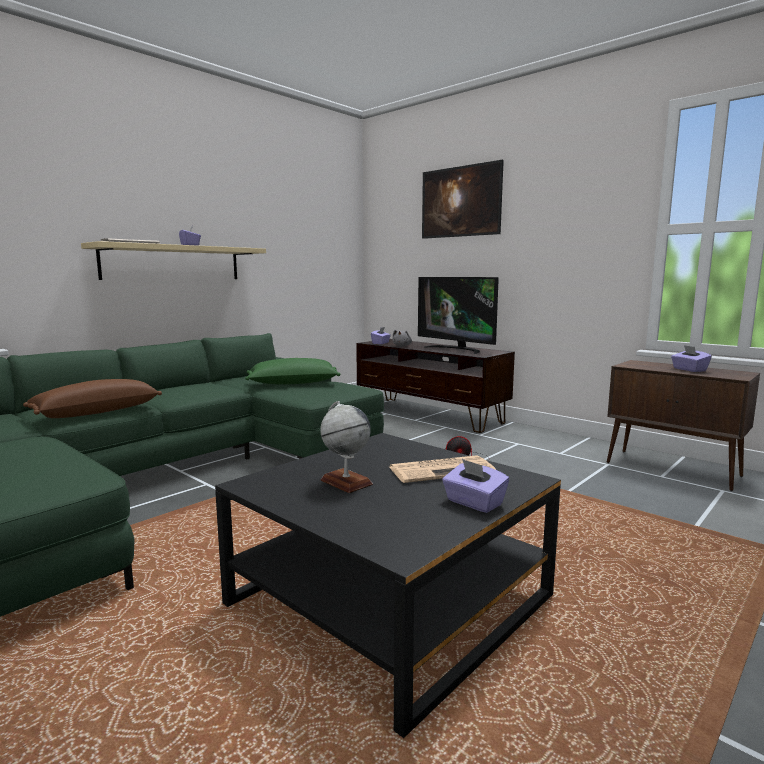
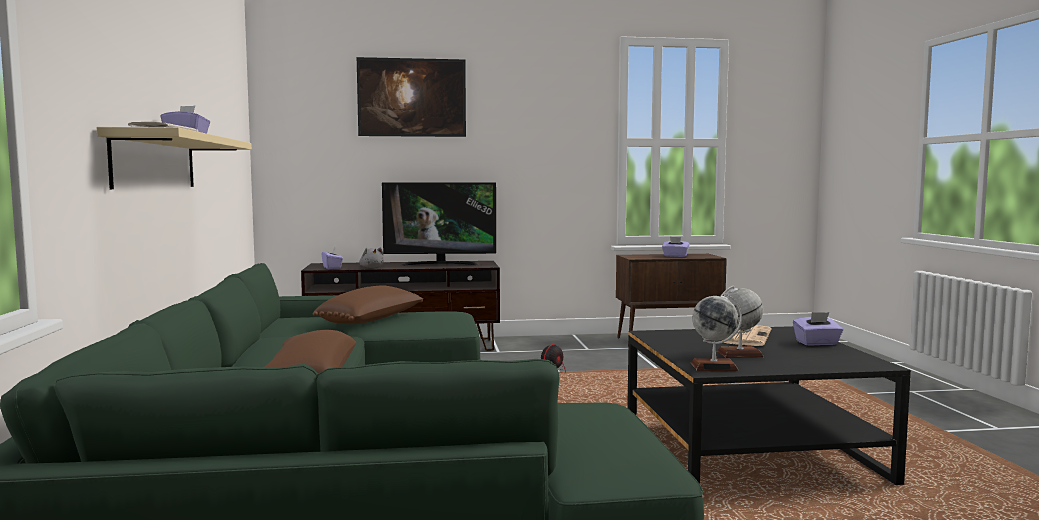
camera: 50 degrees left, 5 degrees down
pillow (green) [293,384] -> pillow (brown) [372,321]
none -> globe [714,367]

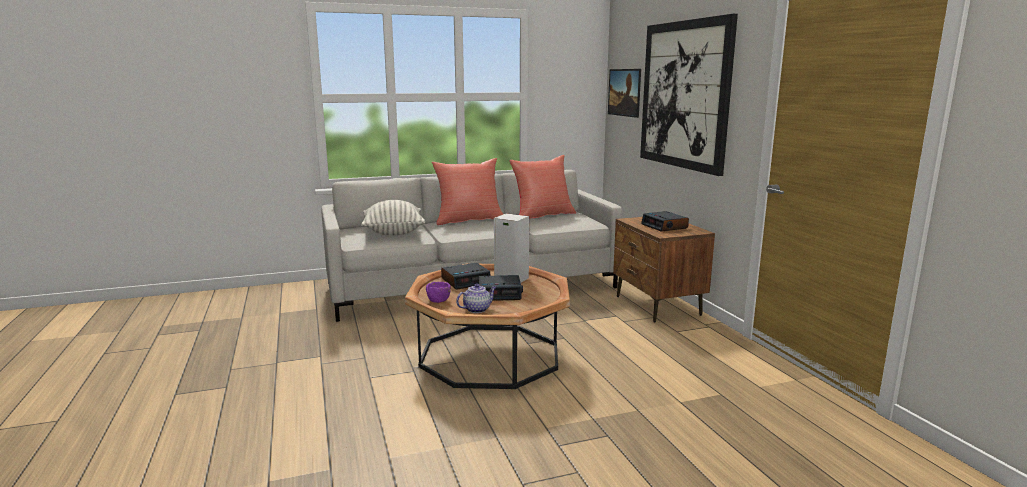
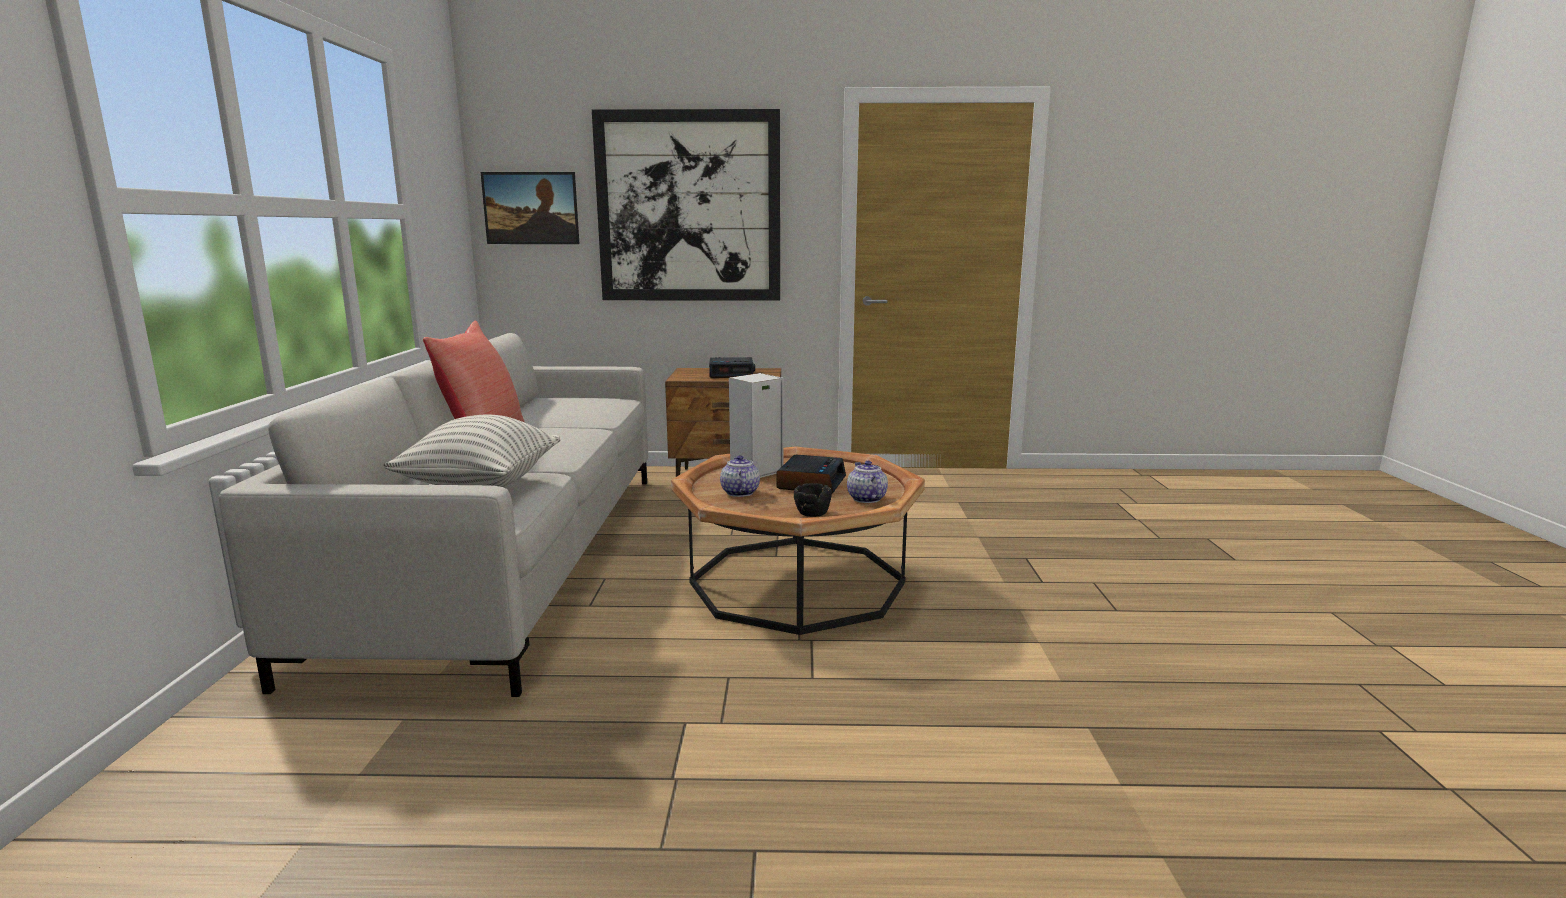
camera: 70 degrees left, 0 degrees up
bowl (purple) [438,300] -> bowl (black) [812,513]
alarm clock [466,281] -> teapot [739,492]
pillow (red) [542,215] -> none

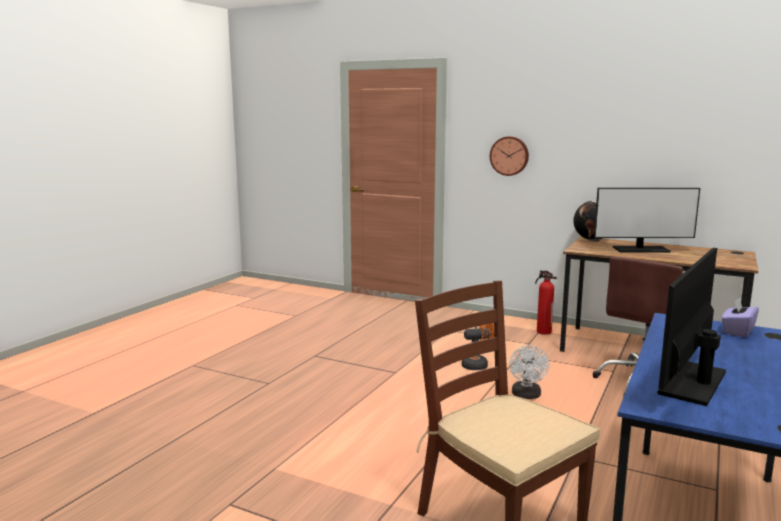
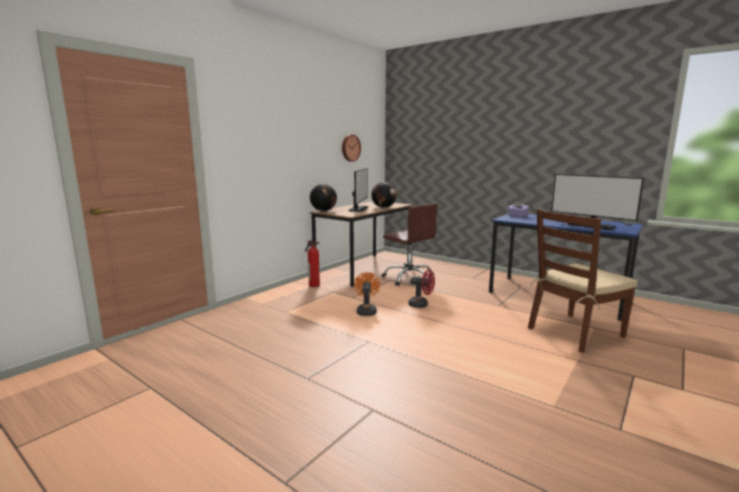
camera: 80 degrees left, 0 degrees up
wall clock [509,156] -> wall clock [350,148], moved
fan (white) [526,396] -> fan (red) [421,305]
none -> globe [384,207]

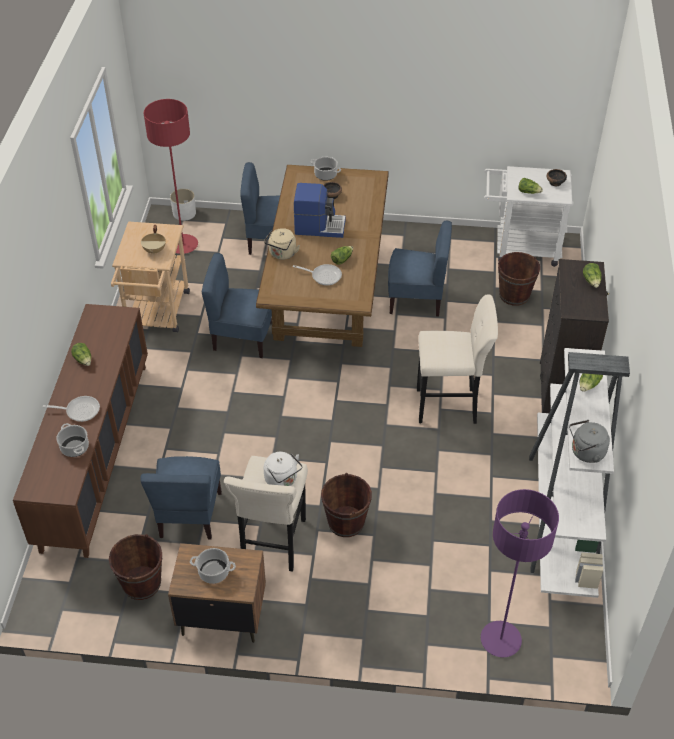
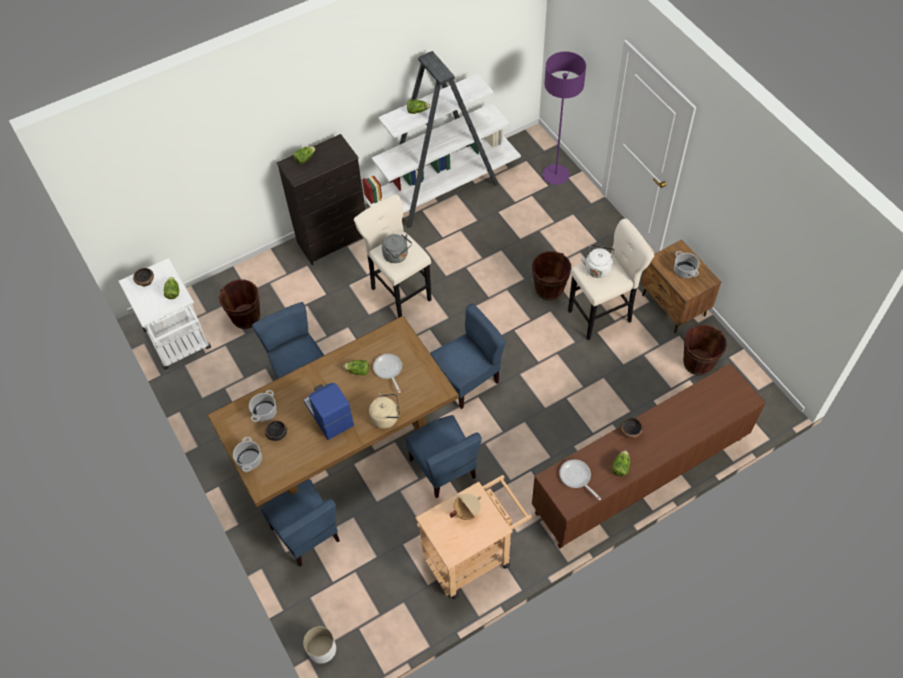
camera: 125 degrees left, 10 degrees up
frying pan [80,410] -> frying pan [576,478], moved
cooking pot [75,447] -> cooking pot [264,411], moved
chair (blue) [189,515] -> chair (blue) [467,379], moved
floor lamp (red) [183,245] -> none
kettle (grey) [585,453] -> kettle (grey) [397,256], moved
none -> bowl [630,431]

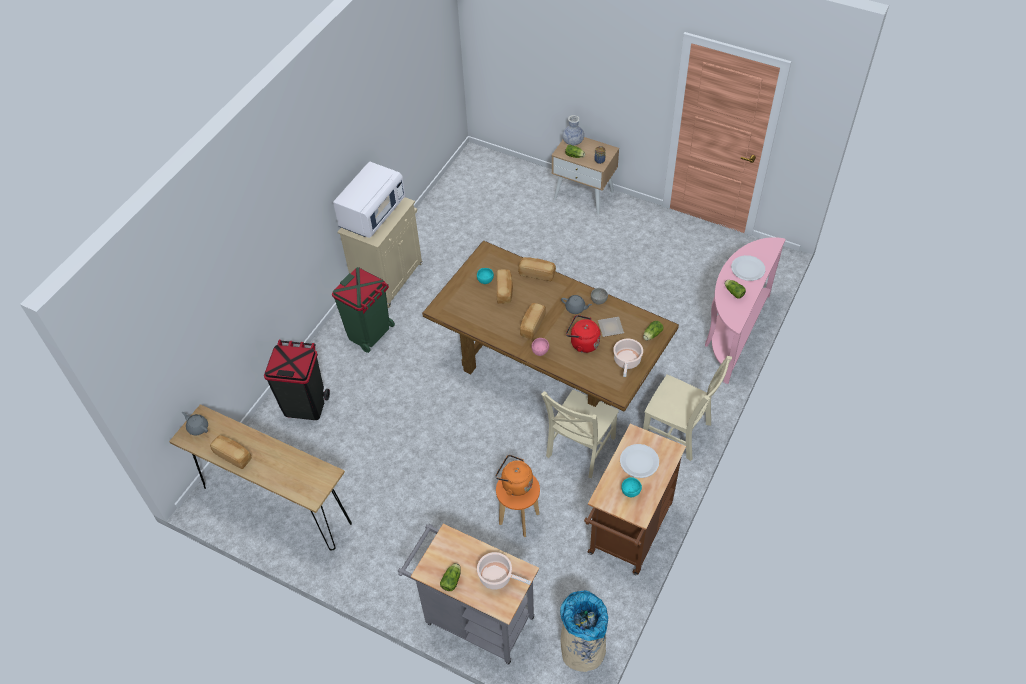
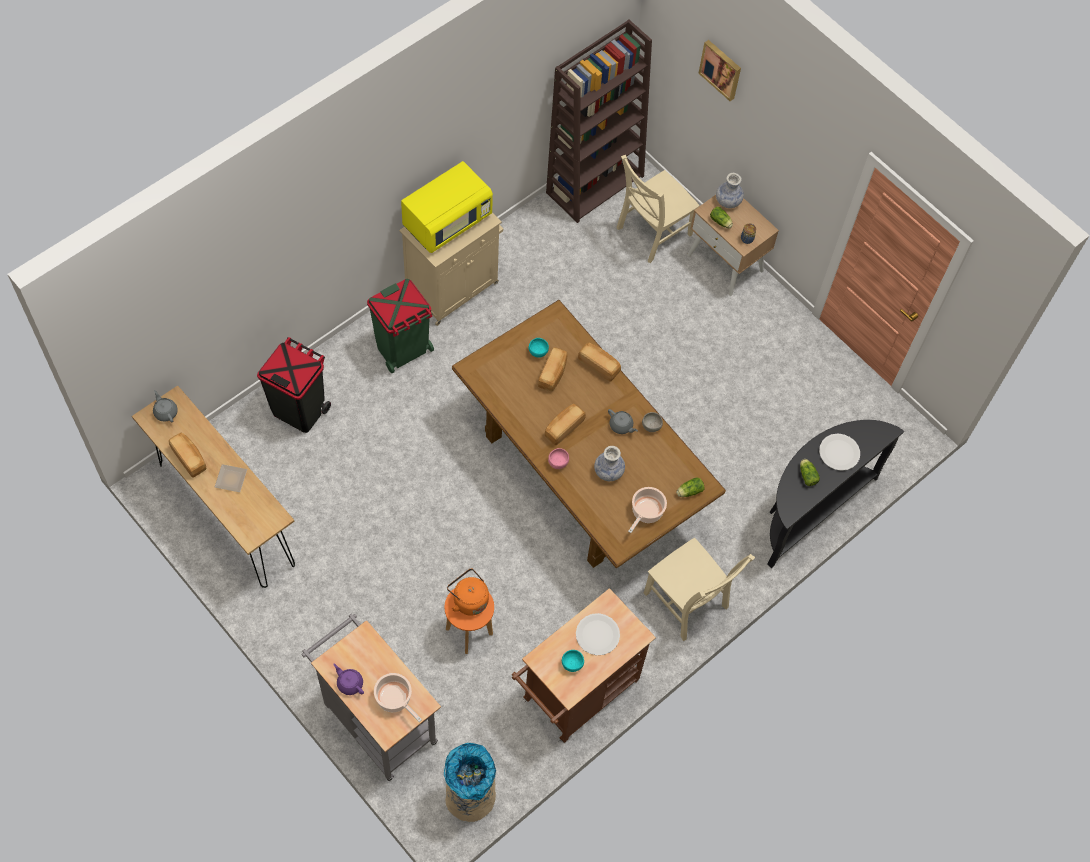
camera: 15 degrees right, 10 degrees up
microwave (white) [372,214] -> microwave (yellow) [447,221]
lettuce [452,579] -> teapot (purple) [349,683]
chair (beige) [579,449] -> chair (beige) [651,233], moved
kettle (red) [582,343] -> vase [608,471]
plate [611,328] -> plate [231,480], moved
console table (pink) [733,333] -> console table (black) [810,508]
none -> bookcase (brown) [595,183]
none -> picture [721,69]

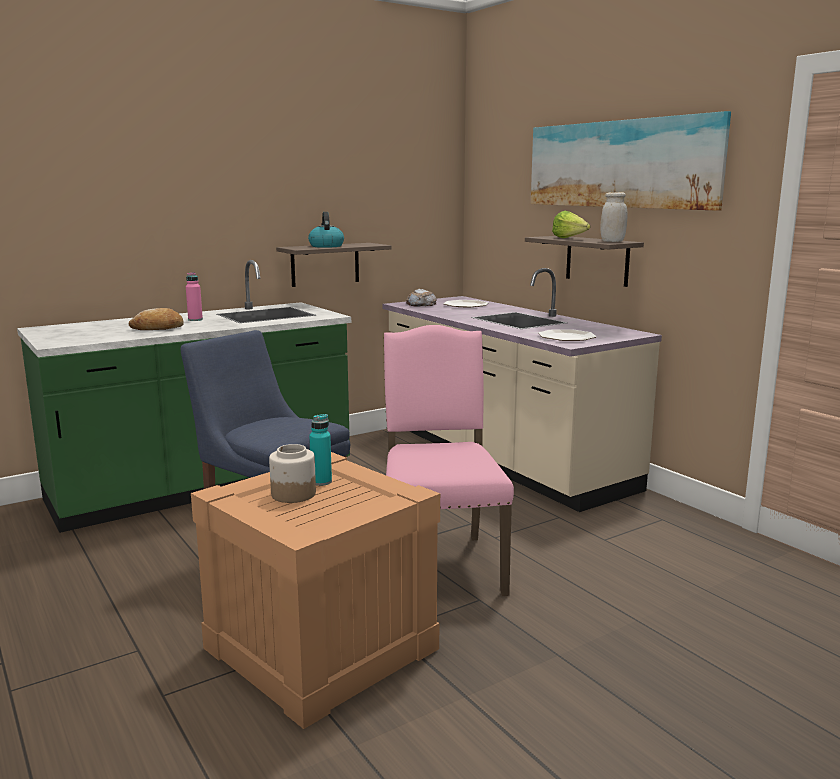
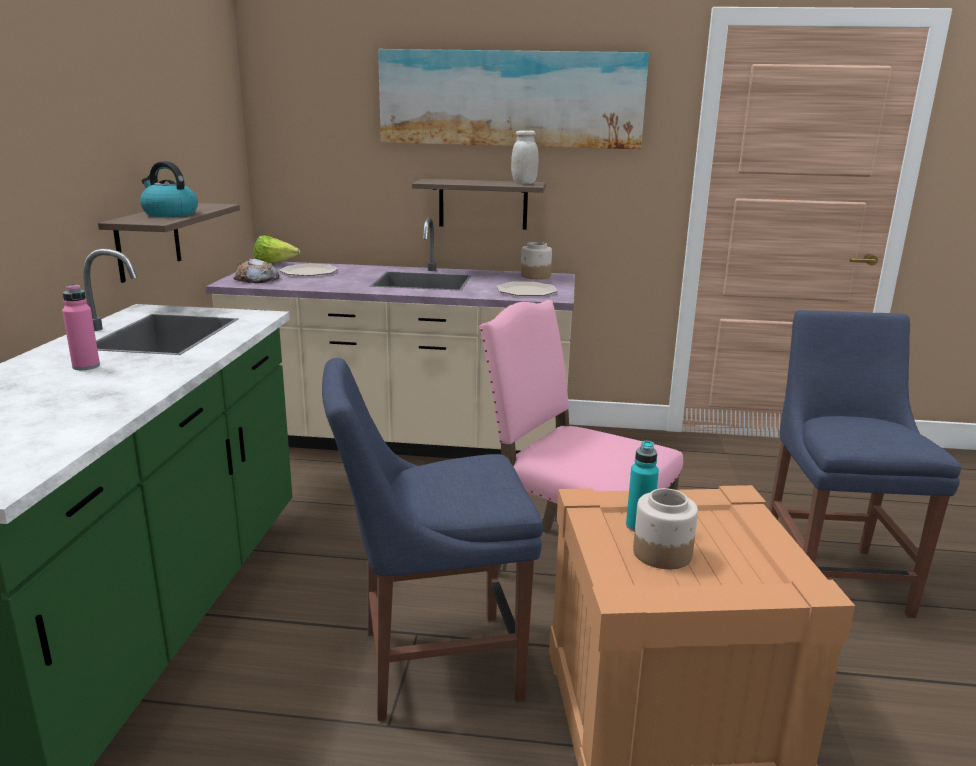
camera: 50 degrees left, 5 degrees up
bread [158,328] -> none
lettuce [570,239] -> lettuce [275,264], moved
none -> jar [535,276]
none -> chair (blue) [831,574]

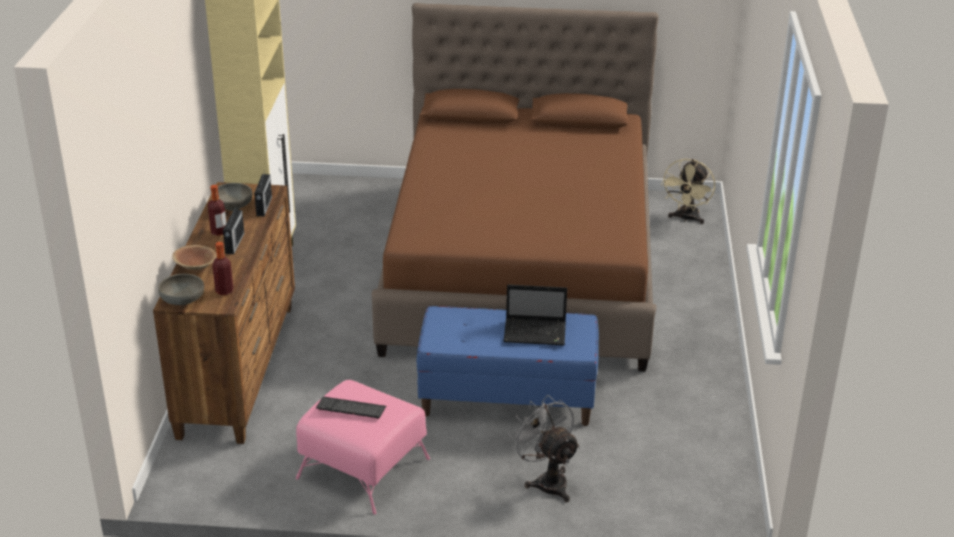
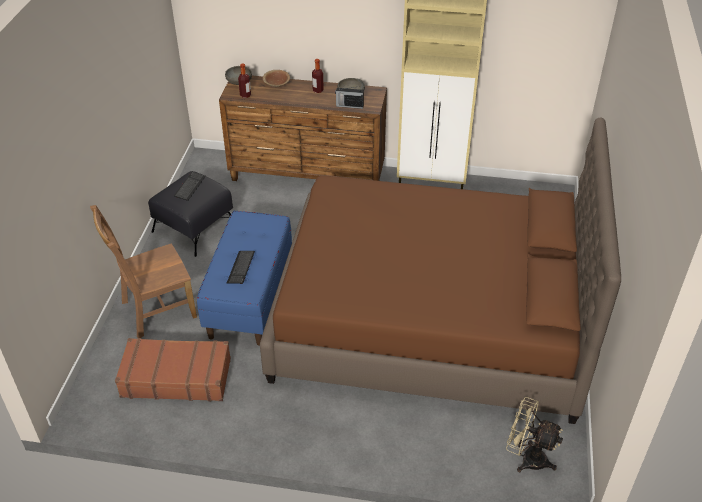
camera: 95 degrees right, 10 degrees up
radio [234,243] -> none
ottoman (pink) [363,467] -> ottoman (black) [195,227]
laptop [536,333] -> keyboard [241,268]
fan (grey) [547,481] -> chair (brown) [155,310]
none -> suitcase (brown) [176,377]

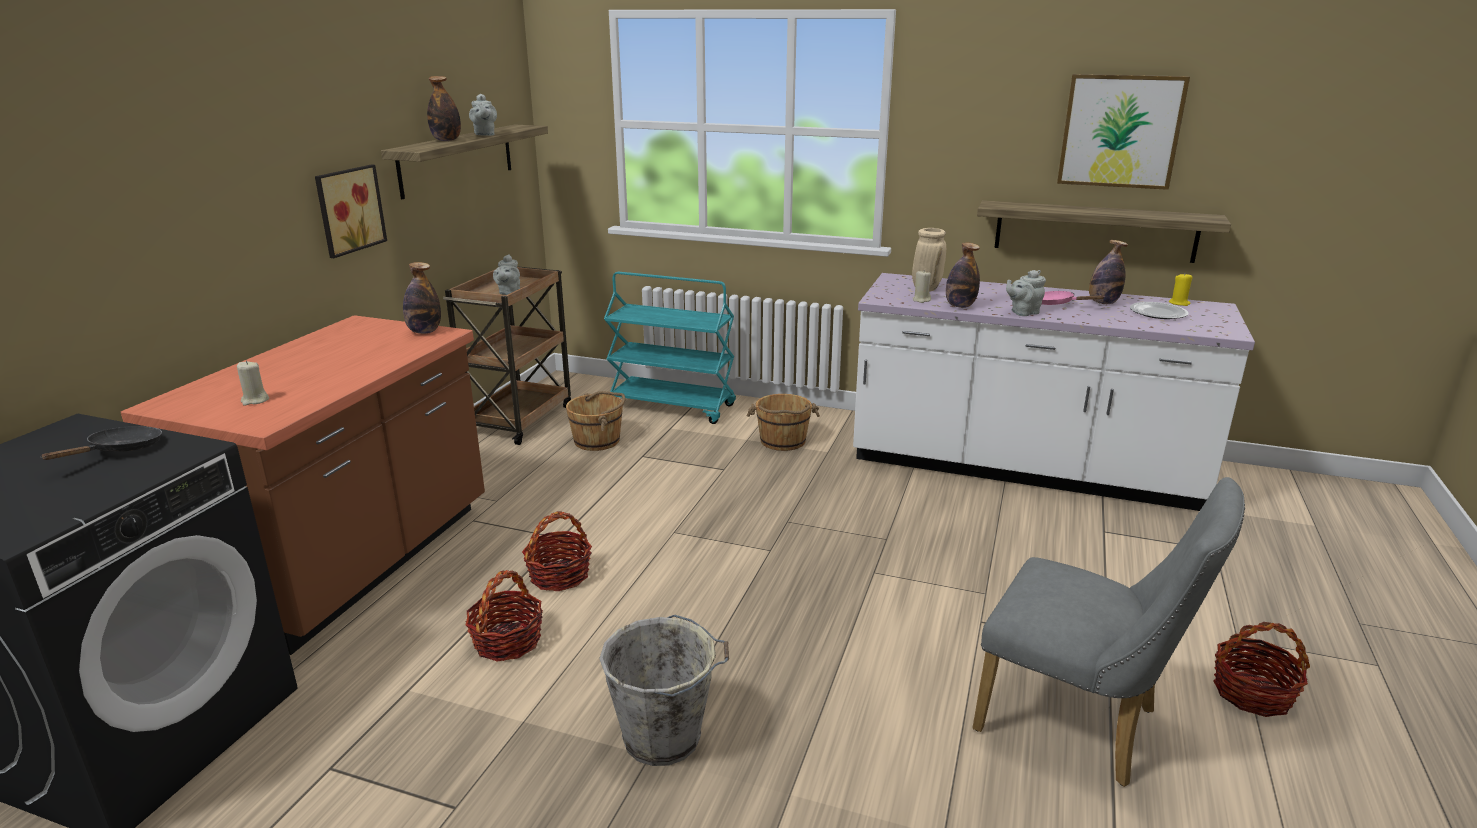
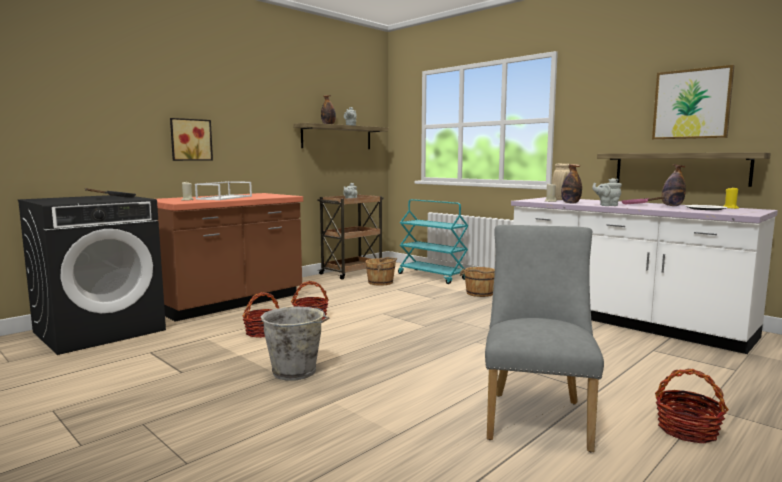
camera: 25 degrees right, 15 degrees down
picture [348,210] -> picture [190,140], moved
bottle [424,331] -> none
chair (grey) [1079,724] -> chair (grey) [537,415], 135 degrees counterclockwise
none -> tray (white) [224,197]

